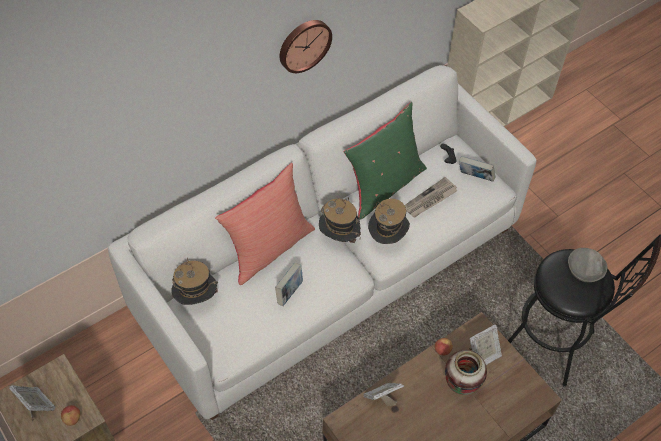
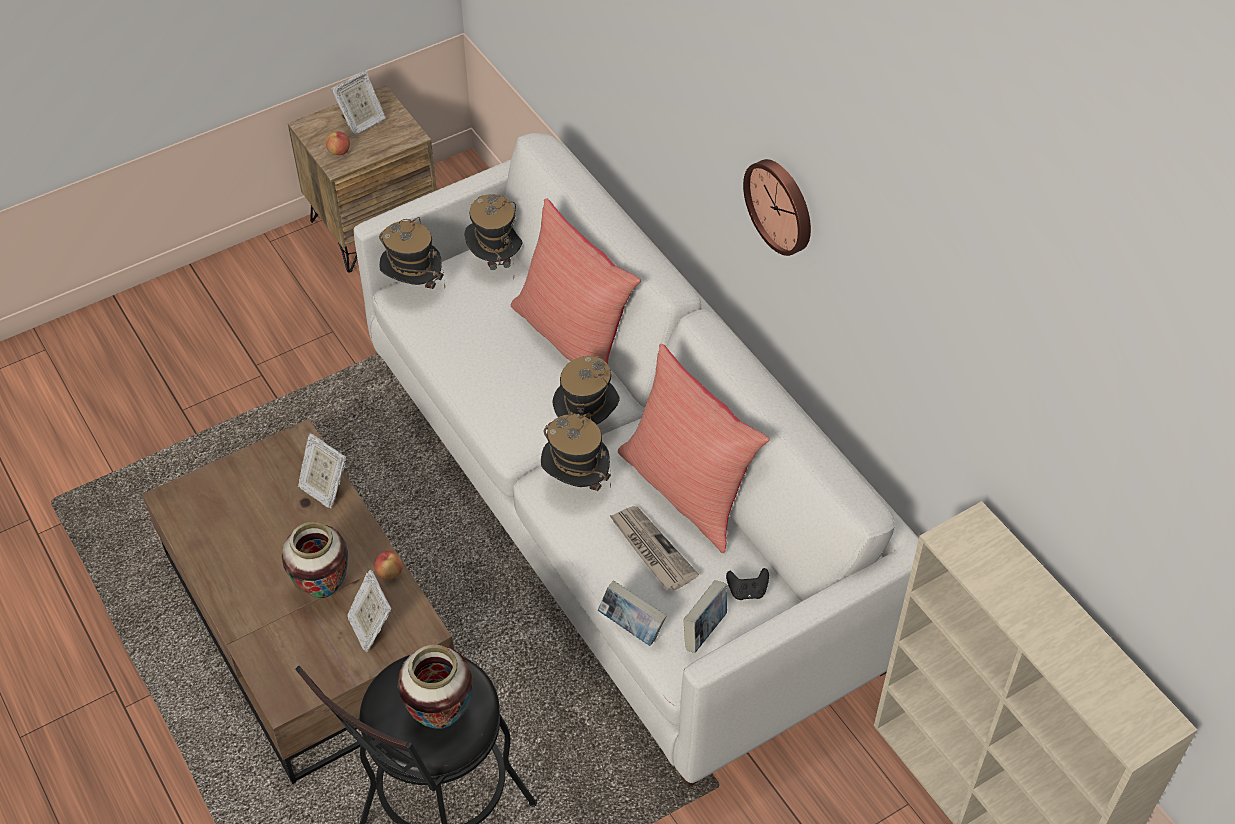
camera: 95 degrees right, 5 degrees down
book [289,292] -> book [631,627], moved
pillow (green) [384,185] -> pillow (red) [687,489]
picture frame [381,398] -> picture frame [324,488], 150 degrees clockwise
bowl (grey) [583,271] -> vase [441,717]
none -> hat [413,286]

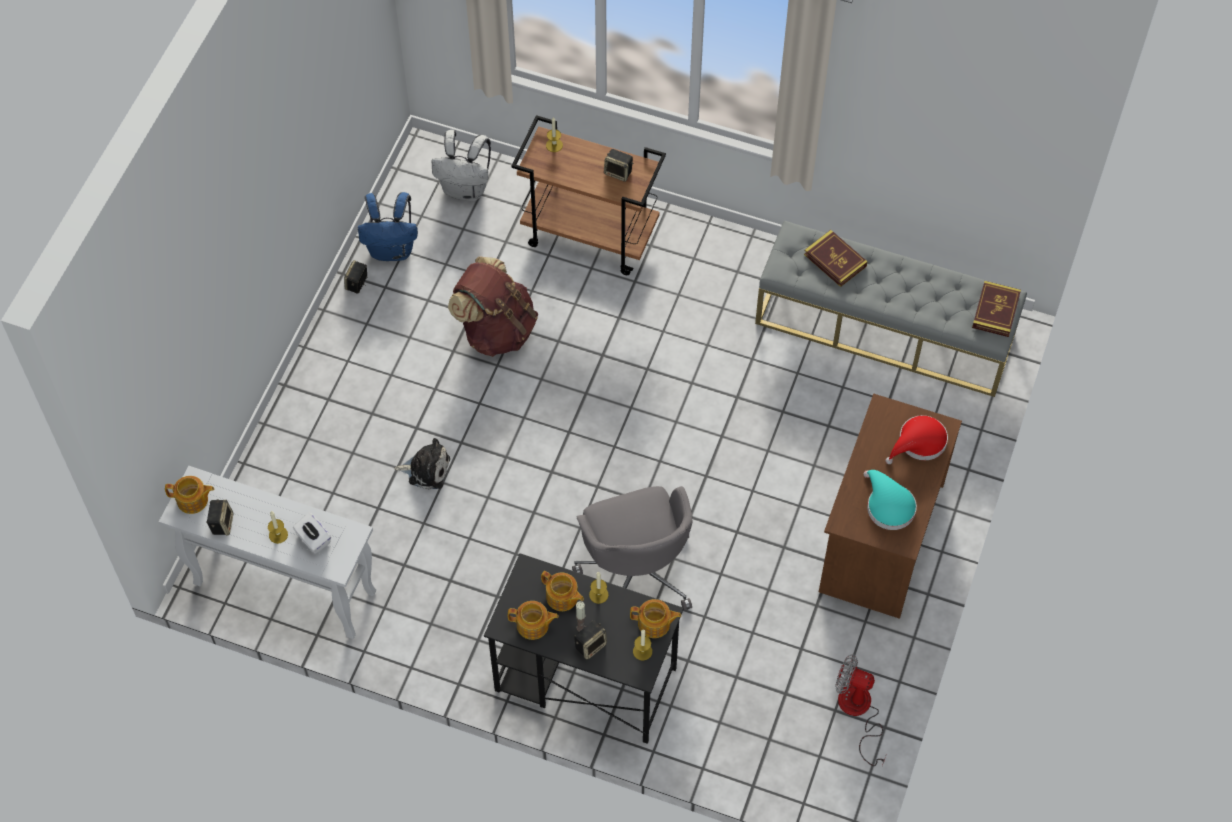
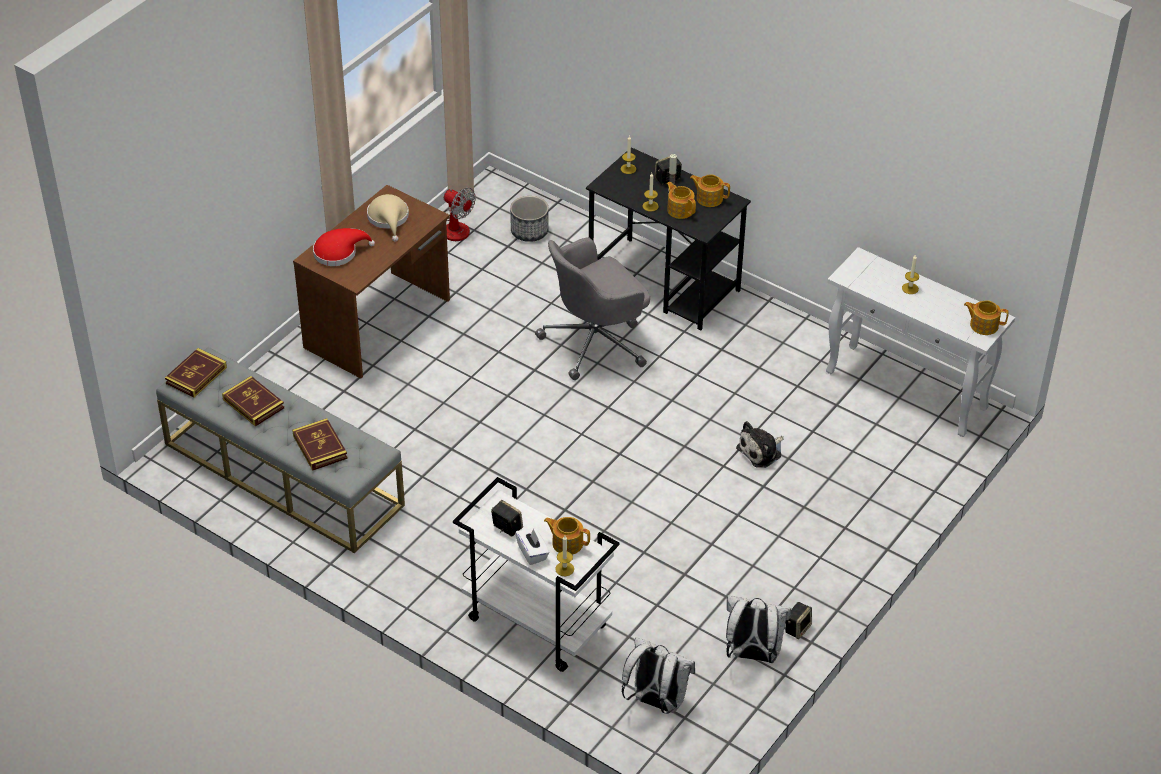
camera: 165 degrees left, 15 degrees down
speaker [221,523] -> none
tissue box (white) [313,539] -> tissue box (white) [532,553], moved
backpack (blue) [392,250] -> backpack (white) [752,654]
plush toy [426,469] -> plush toy [761,451], 60 degrees counterclockwise
backpack (brown) [496,329] -> none
cart (brown) [591,235] -> cart (white) [535,623]
office chair (grey) [636,571] -> office chair (grey) [596,342], 120 degrees counterclockwise
teapot [654,624] -> teapot [567,543], moved
hat (turquoise) [888,505] -> hat (beige) [389,219]
none -> book [253,404]
none -> planter [529,231]

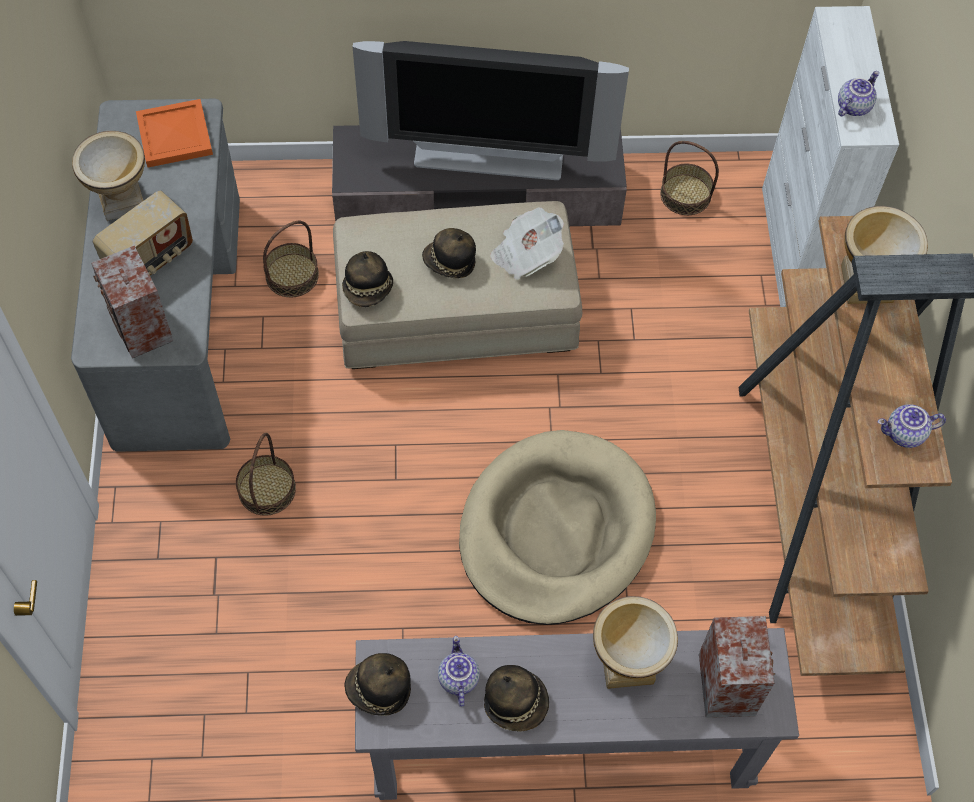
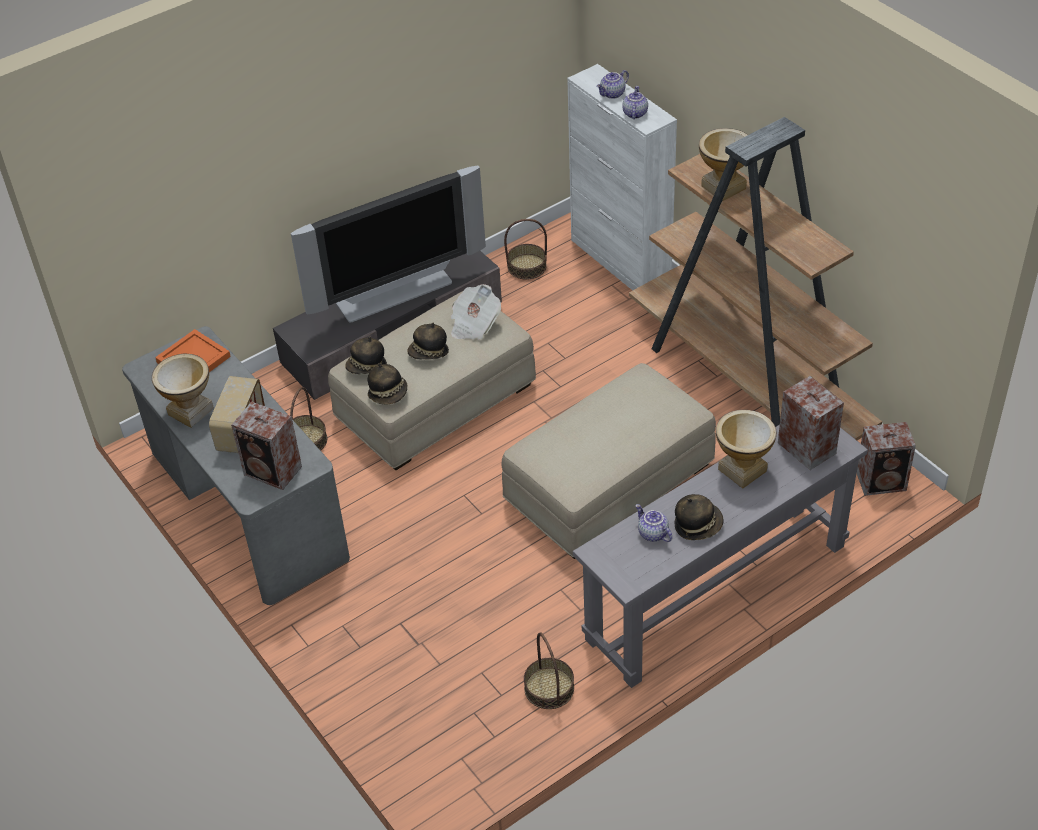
camera: 30 degrees left, 15 degrees down
basket [266,489] -> basket [549,688], moved
hat [379,689] -> hat [367,367], moved
dog bed (beige) [556,531] -> ottoman (beige) [609,483]
teapot [904,434] -> teapot [613,94], moved
none -> speaker [883,481]

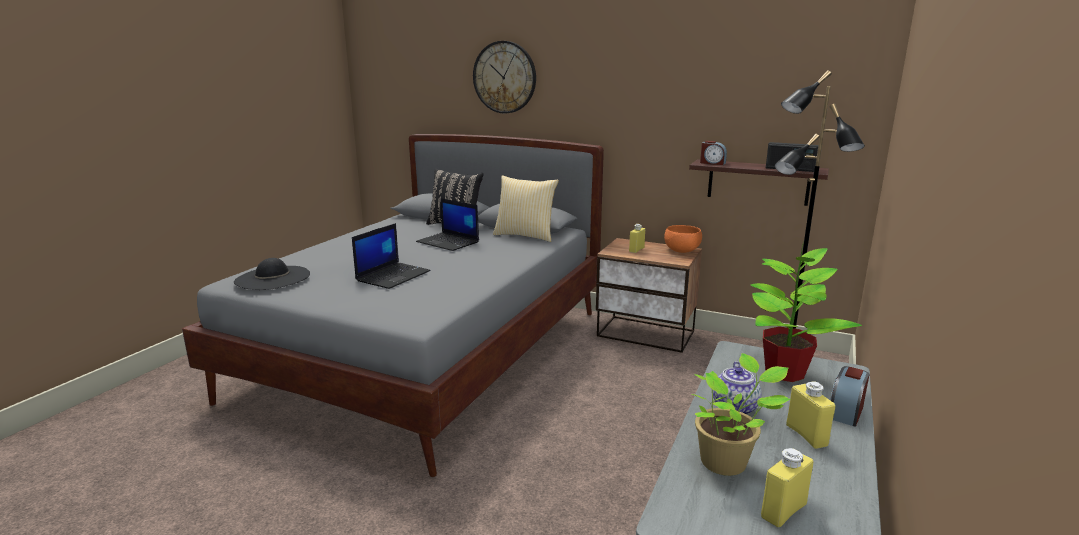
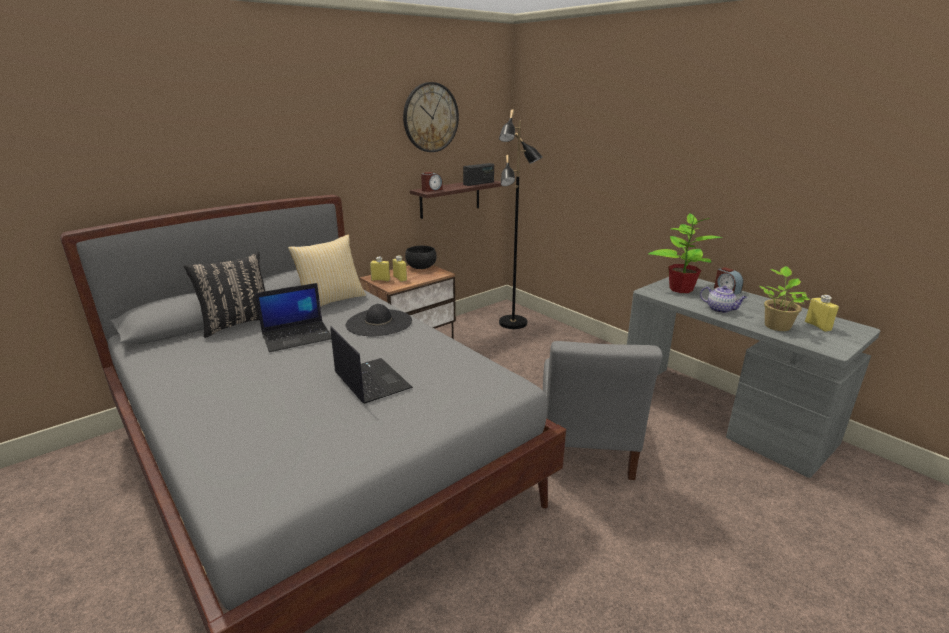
camera: 65 degrees left, 5 degrees up
hat (black) [272,278] -> hat (black) [379,322], moved
wall clock [504,77] -> wall clock [430,117], moved
bowl (orange) [681,250] -> bowl (black) [421,267]
bottle (yellow) [806,435] -> bottle (yellow) [380,280], moved
none -> chair (grey) [584,446]

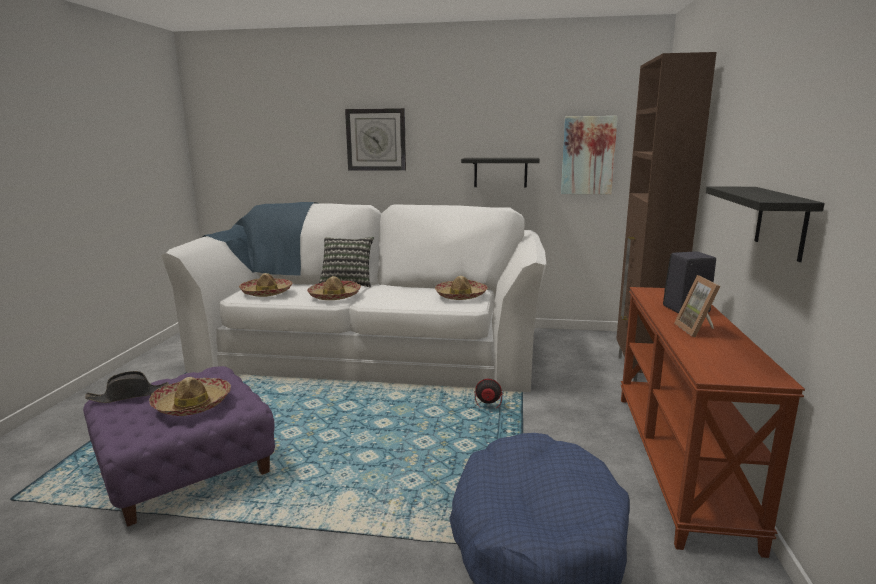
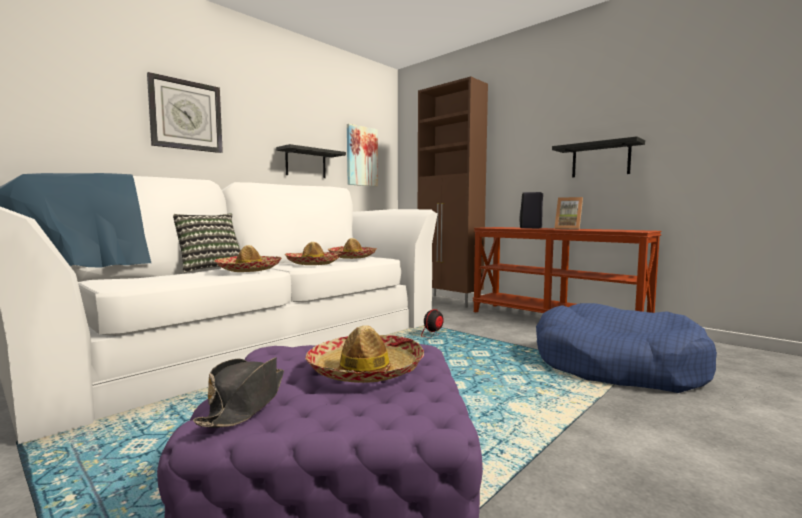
camera: 55 degrees left, 10 degrees down
hat [267,292] -> hat [313,263], moved

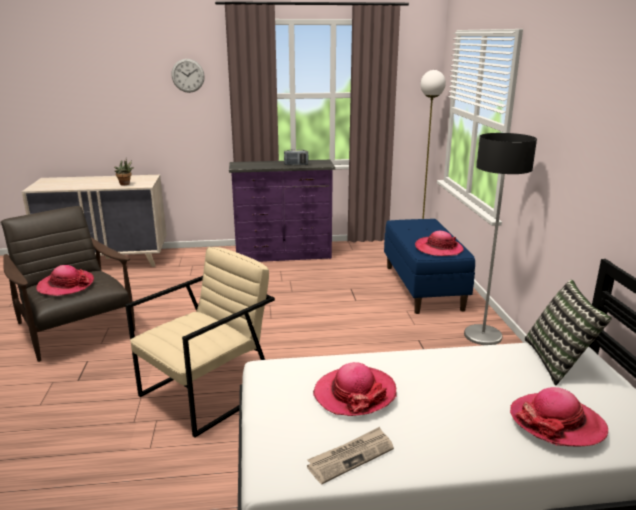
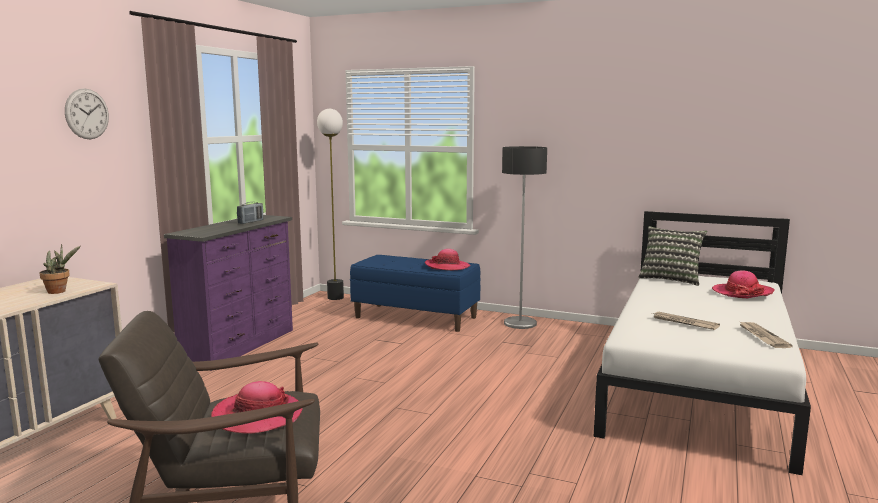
camera: 60 degrees left, 10 degrees down
armchair (beige) [208,392] -> none
hat [354,393] -> newspaper [684,322]

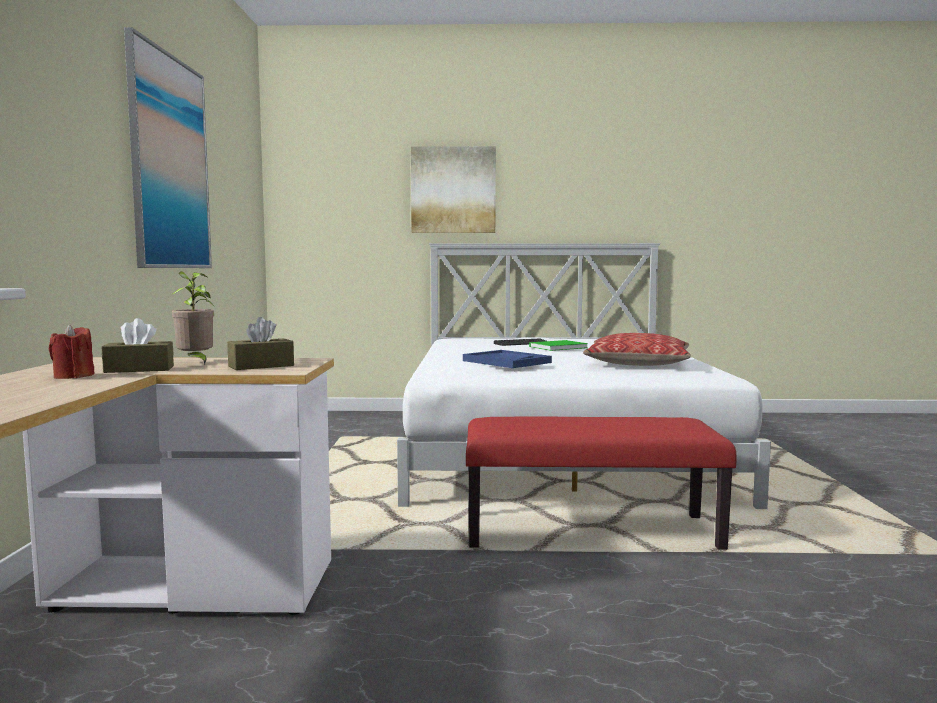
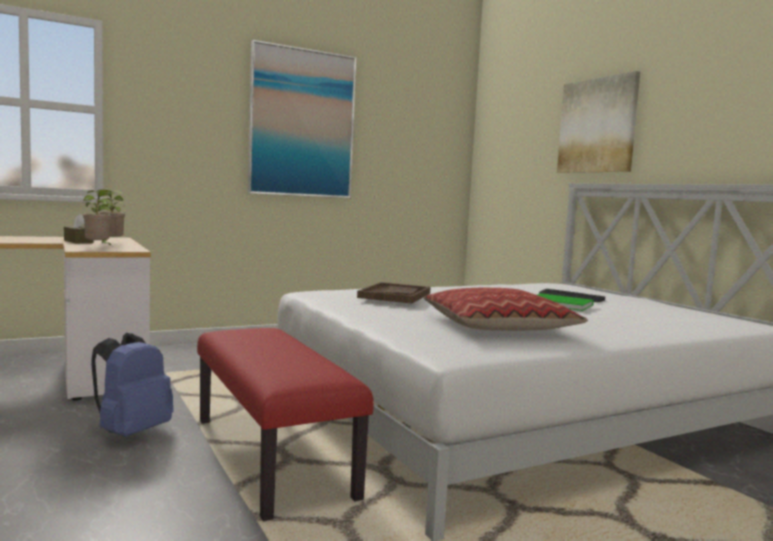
camera: 60 degrees right, 0 degrees up
candle (red) [73,376] -> none
tissue box (brown) [261,366] -> potted plant [99,247]
tray (blue) [506,362] -> tray (brown) [394,295]
none -> backpack (blue) [131,432]

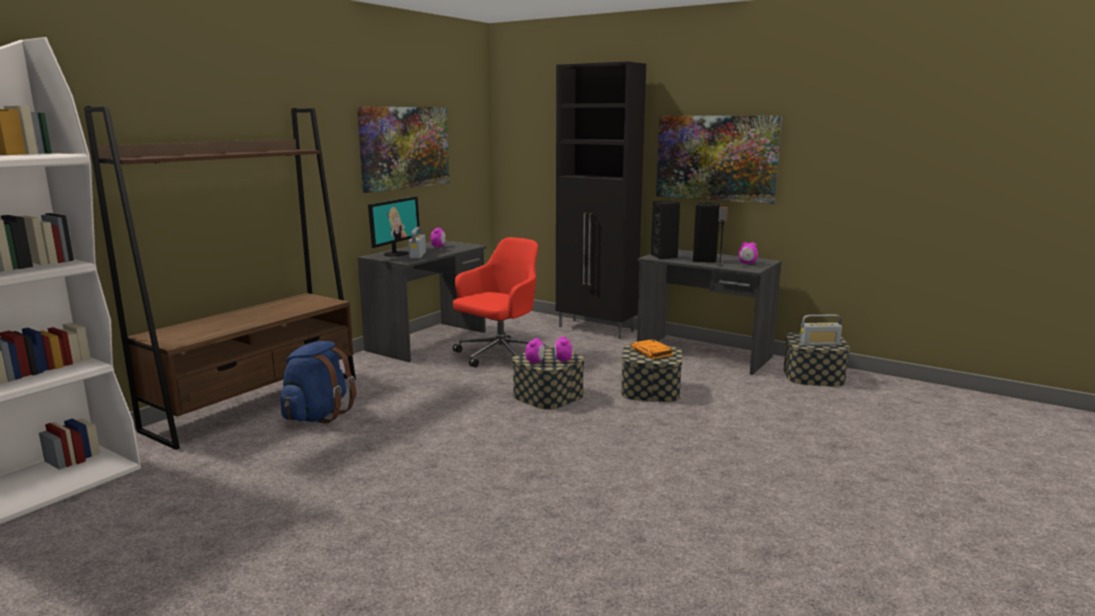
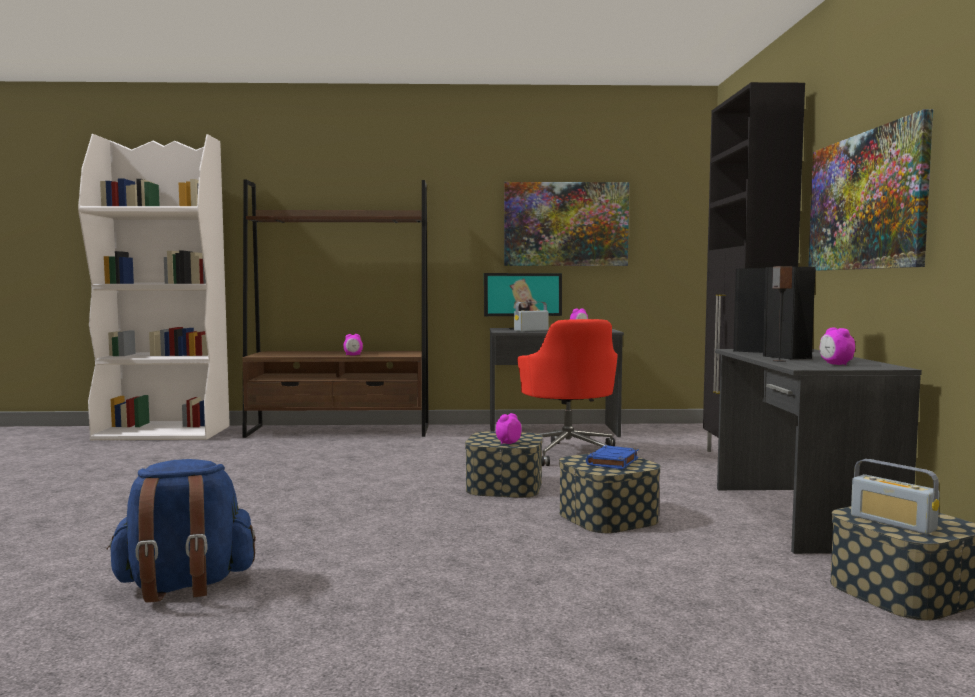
camera: 55 degrees right, 10 degrees down
backpack (blue) [318,415] -> backpack (blue) [184,586], moved
office chair (red) [499,356] -> office chair (red) [568,453], 75 degrees clockwise
alarm clock [535,362] -> alarm clock [353,355], moved
book (orange) [652,352] -> book (blue) [612,462]

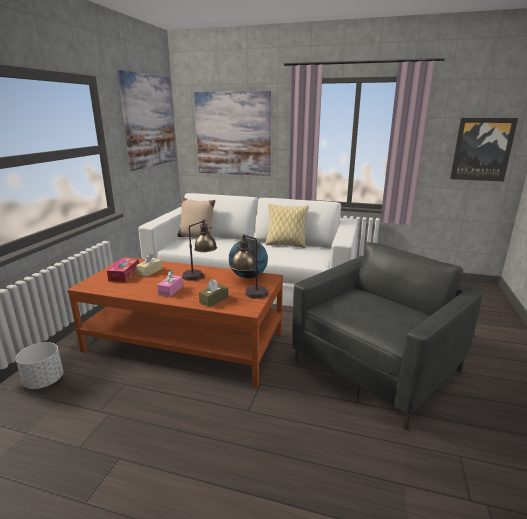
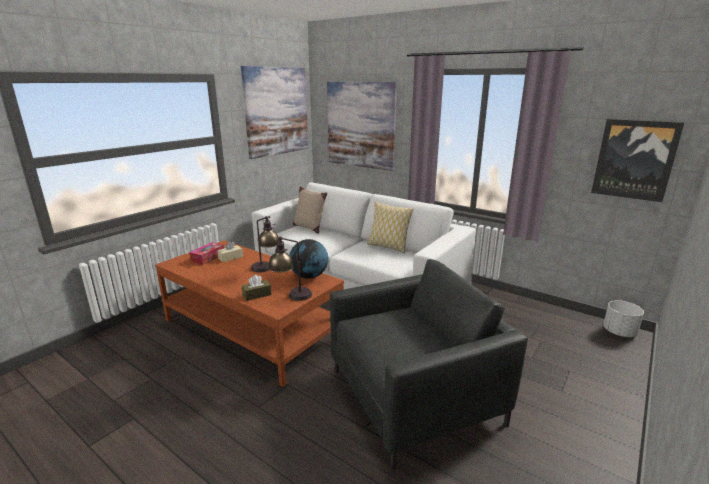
camera: 20 degrees right, 0 degrees up
planter (white) [44,381] -> planter (white) [619,332], moved
tissue box (pink) [170,290] -> none

